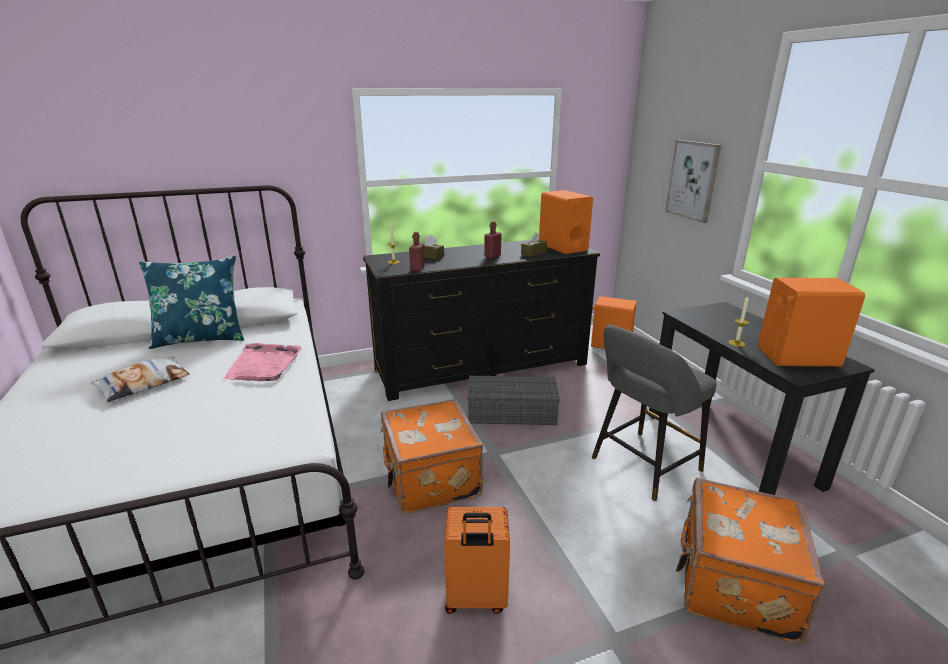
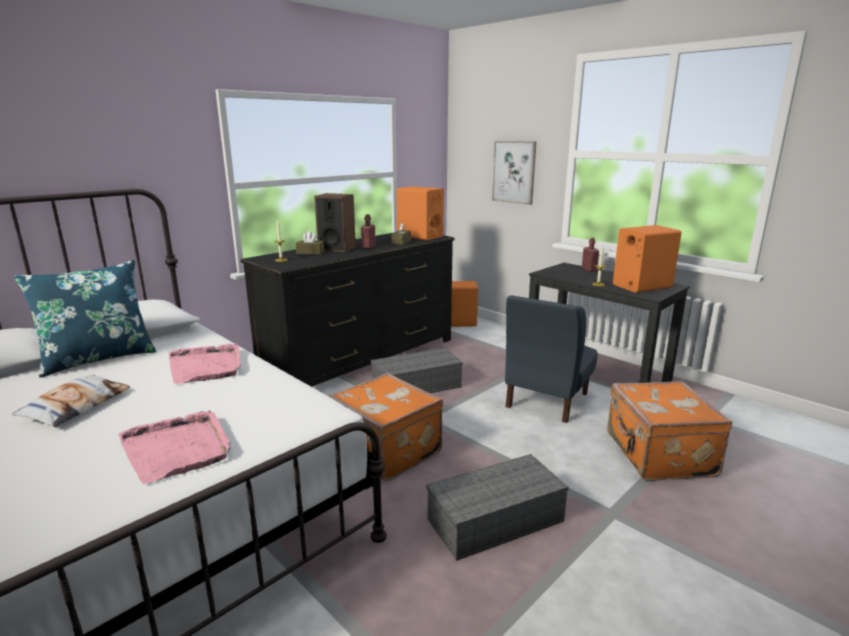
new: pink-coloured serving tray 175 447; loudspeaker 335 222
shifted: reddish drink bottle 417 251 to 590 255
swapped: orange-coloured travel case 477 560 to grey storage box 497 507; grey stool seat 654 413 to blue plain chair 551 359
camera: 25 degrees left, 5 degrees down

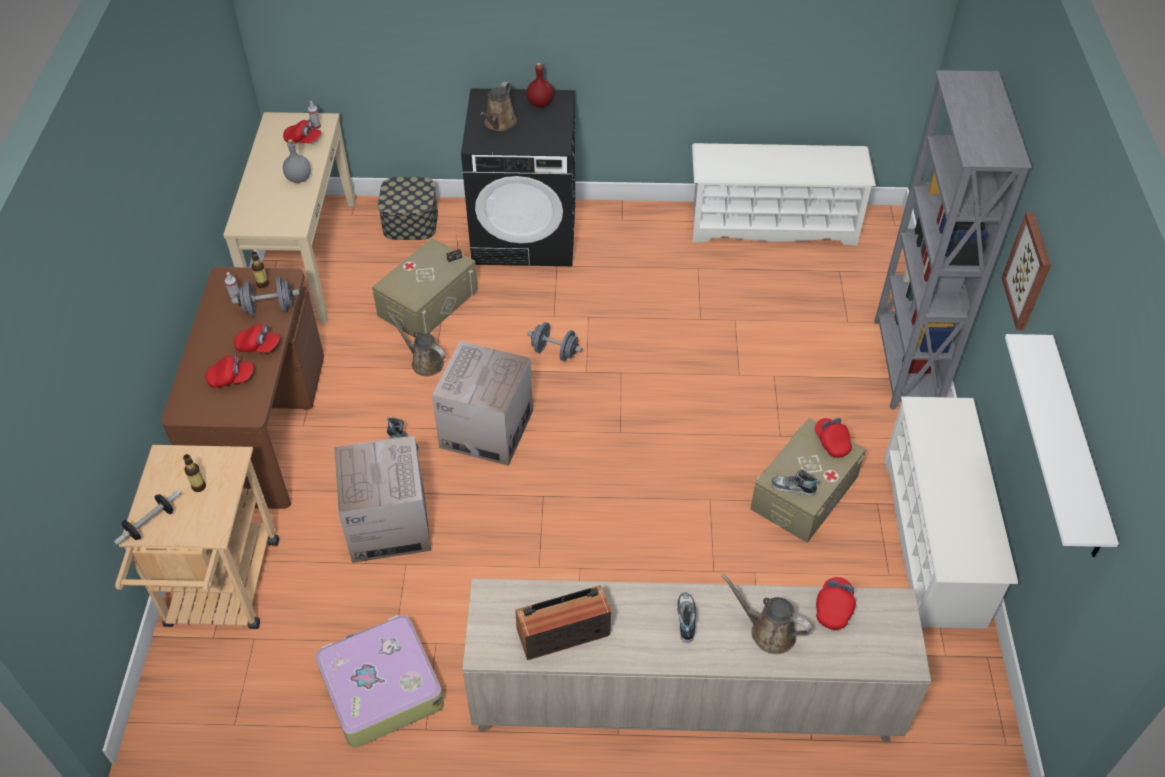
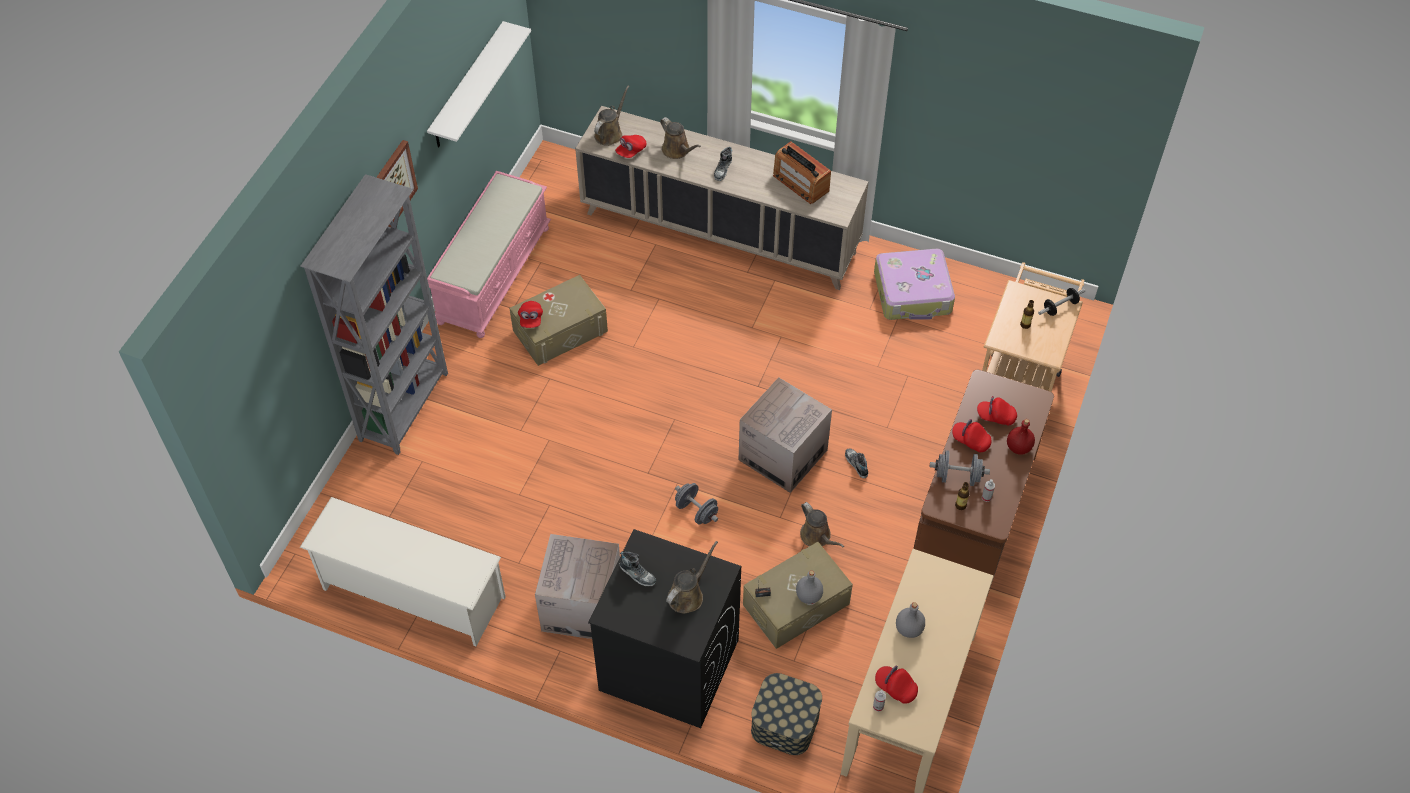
new: brown-coloured watering pot 611 115; grey drink bottle 809 587
shifted: cardboard box 382 499 to 577 586; reddish drink bottle 540 85 to 1021 437; item of footwear 795 483 to 638 569
swapped: white-coloured shoe shelf 951 512 to pink-coloured bench 489 254
rotated: radio 563 622 = 802 173 45 degrees clockwise
camera: 160 degrees left, 5 degrees up

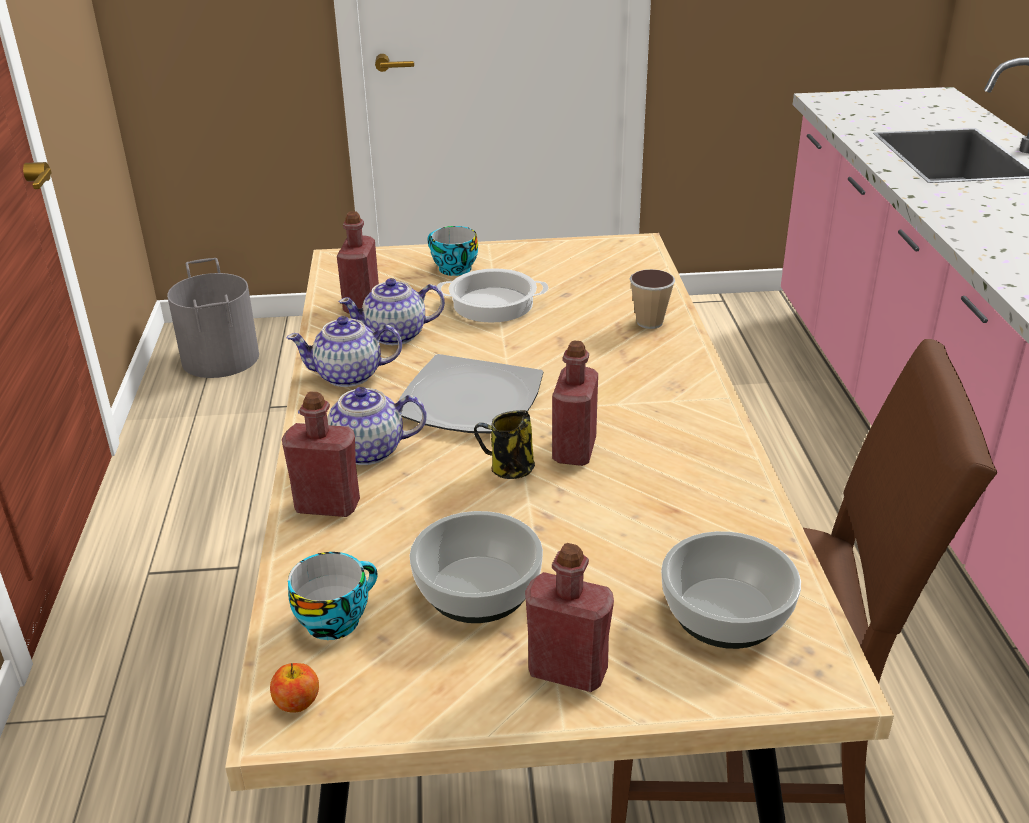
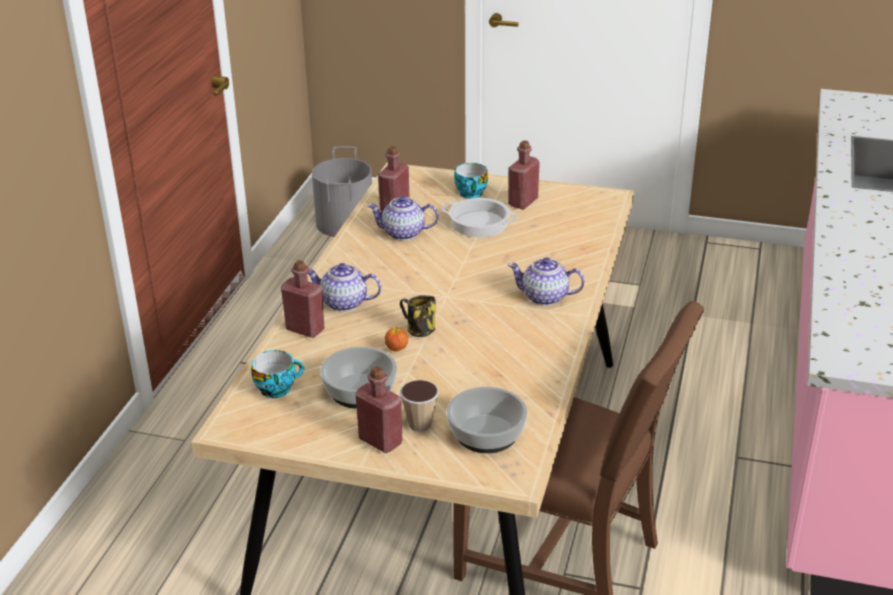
gone: dinner plate 470 393
shifted: apple fruit 294 688 to 396 338; teapot 344 351 to 546 281; reddish drink bottle 575 403 to 524 174; drinking cup 652 299 to 419 406
camera: 20 degrees right, 0 degrees up

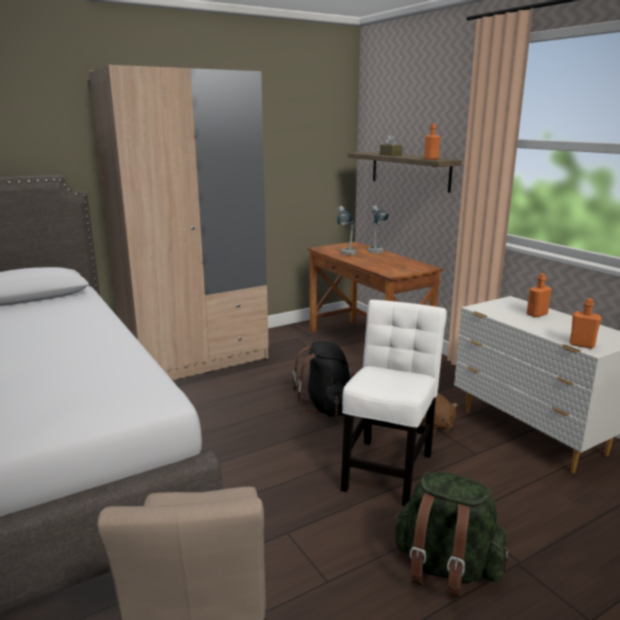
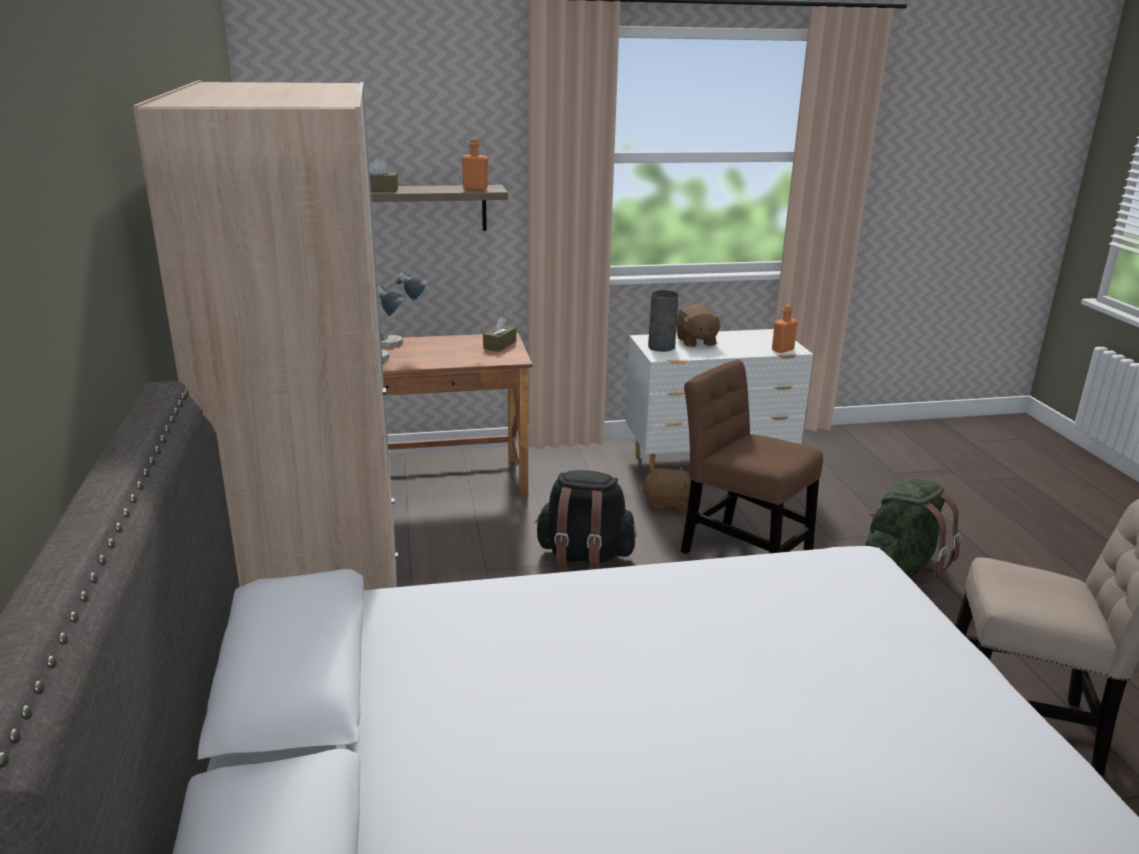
new: brown-coloured tissue box 499 334; grey flower vase 663 321
swapped: orange-coloured drink bottle 539 295 to brown-coloured soft toy 699 325
repainted: white-coloured plain chair 394 403 to brown-coloured plain chair 752 456
camera: 70 degrees left, 5 degrees up

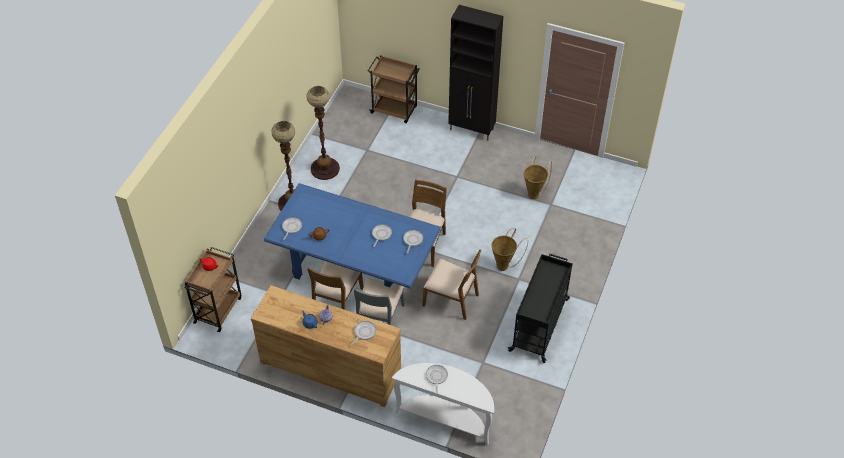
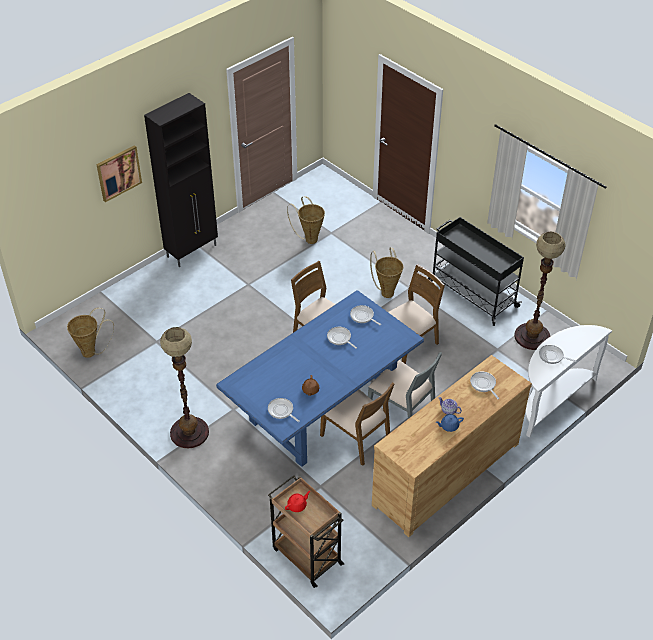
gone: brown-coloured wheeled cart 394 89
new: storage basket 90 333; wall picture 119 173
shifted: standard lamp 323 133 to 540 291
camera: 65 degrees left, 5 degrees down

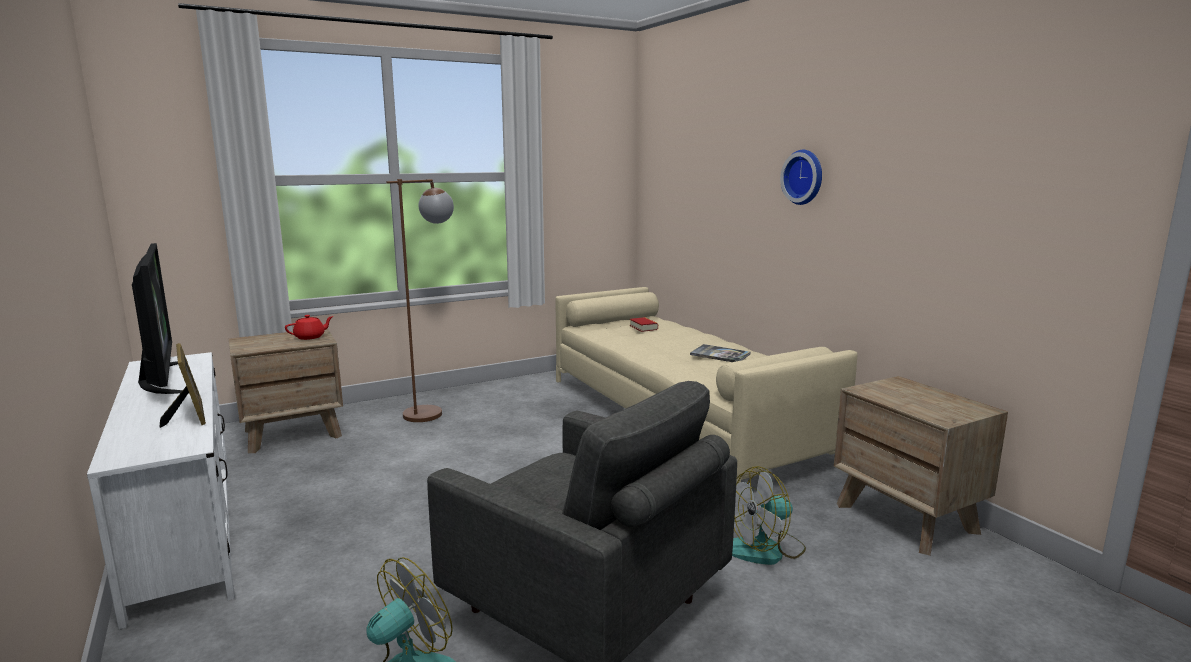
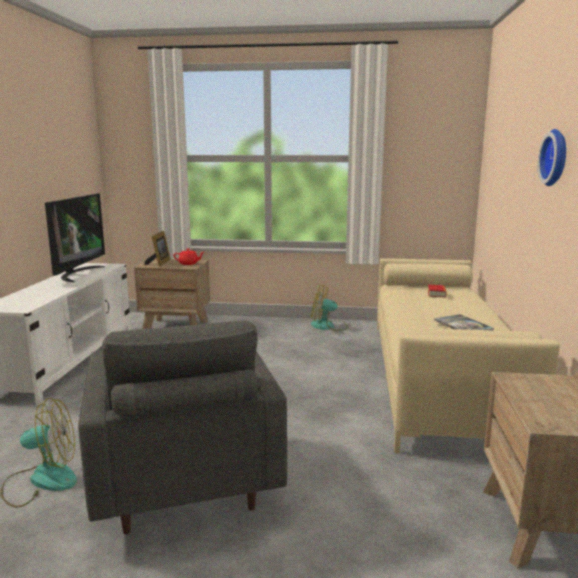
gone: brown-coloured standard lamp 420 300
shifted: standing frame 182 385 to 157 249; cooling fan 769 515 to 329 308
camera: 35 degrees right, 0 degrees up

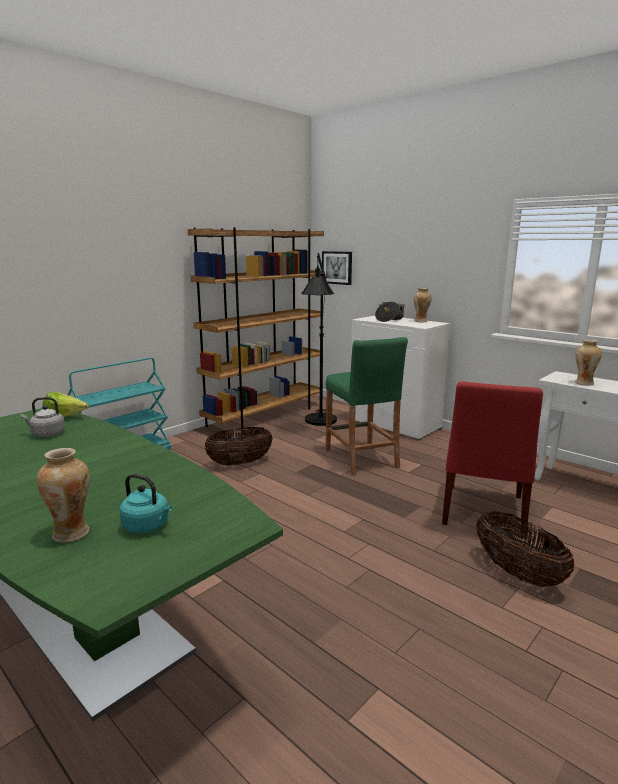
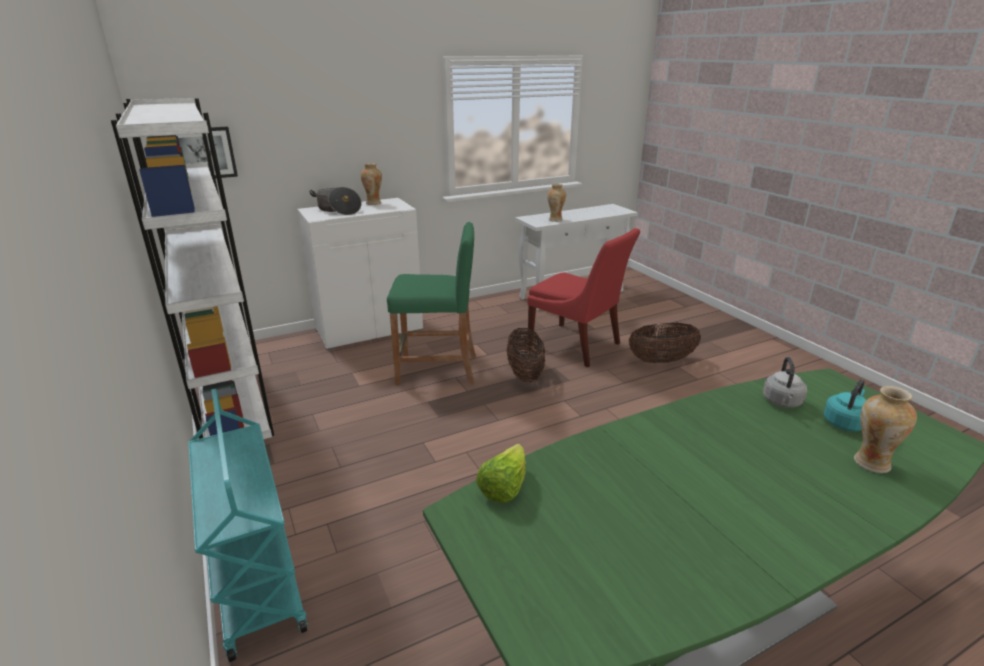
gone: blackish standard lamp 319 339
shifted: grey water kettle 43 417 to 785 382; storage basket 238 446 to 526 355
repainted: brown-coloured bookcase 256 330 to white-coloured bookcase 192 268
camera: 70 degrees left, 10 degrees up

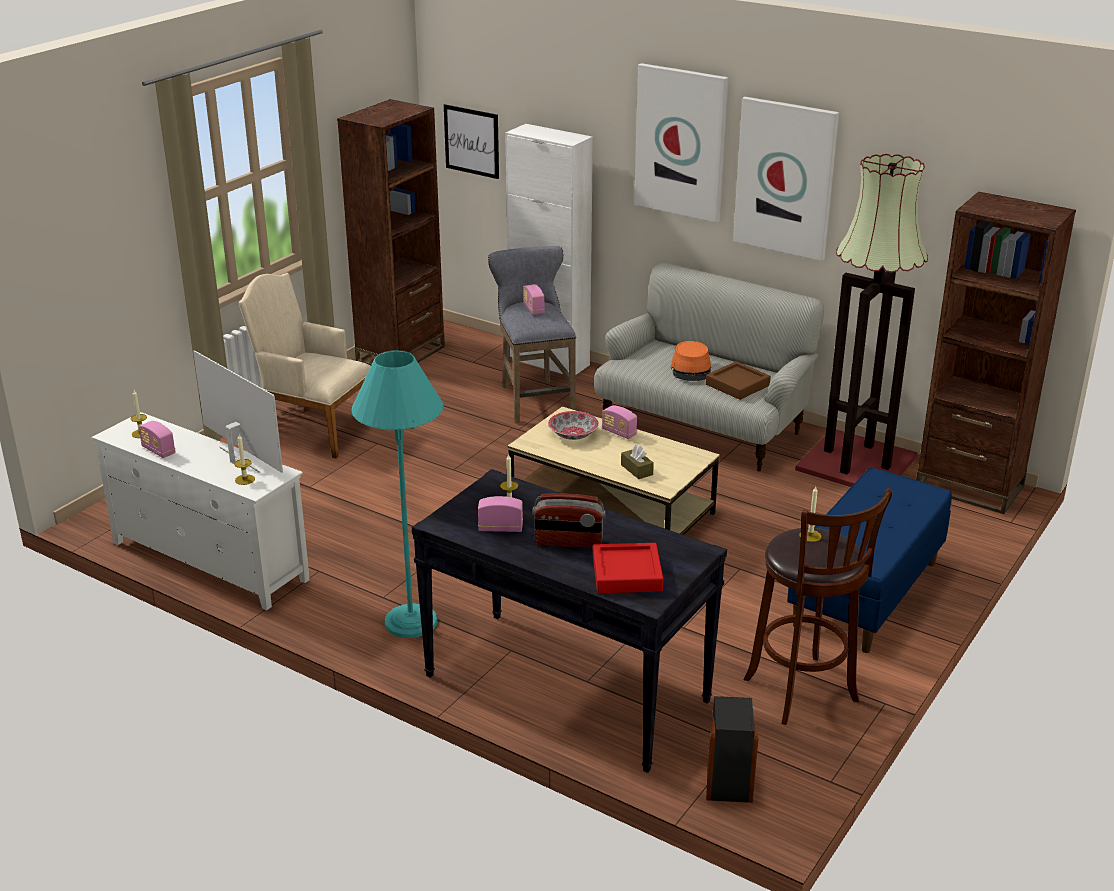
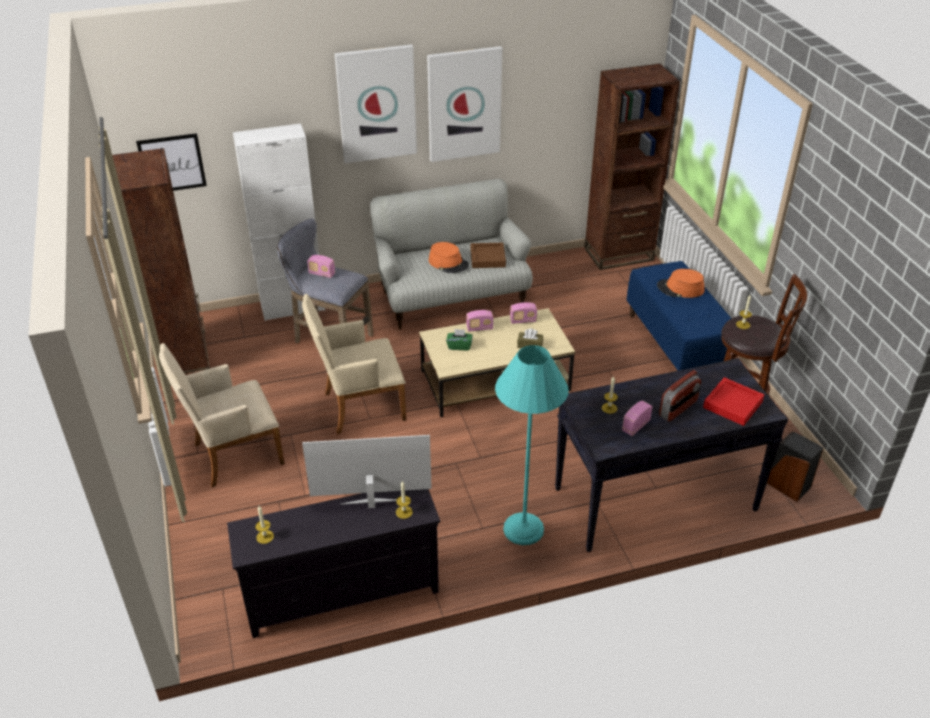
gone: standard lamp 861 320
new: beige easy chair 354 364; orange-coloured clothing hat 680 283
shifted: radio 157 439 to 523 313
swapped: bowl 573 425 to green tissue box 459 340
repainted: white-coloured tv unit 200 511 to blackish tv unit 333 563
camera: 50 degrees left, 10 degrees up

